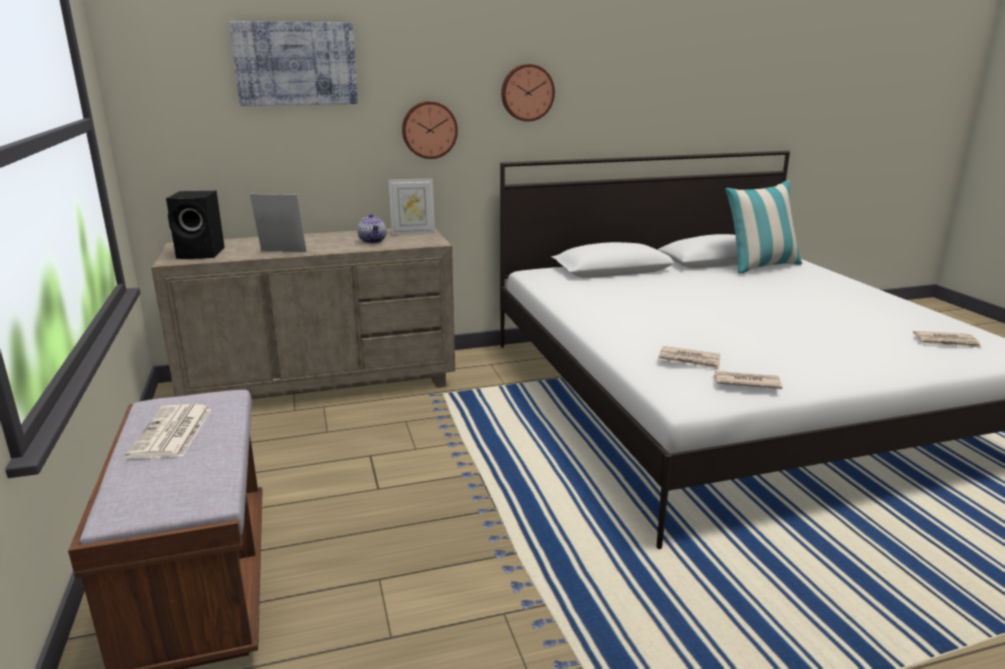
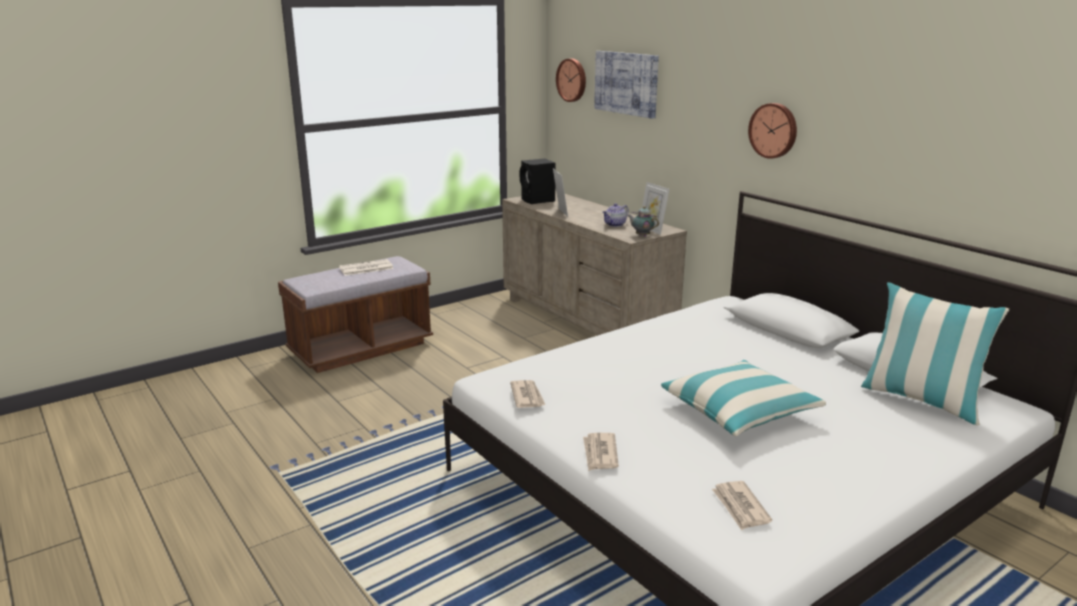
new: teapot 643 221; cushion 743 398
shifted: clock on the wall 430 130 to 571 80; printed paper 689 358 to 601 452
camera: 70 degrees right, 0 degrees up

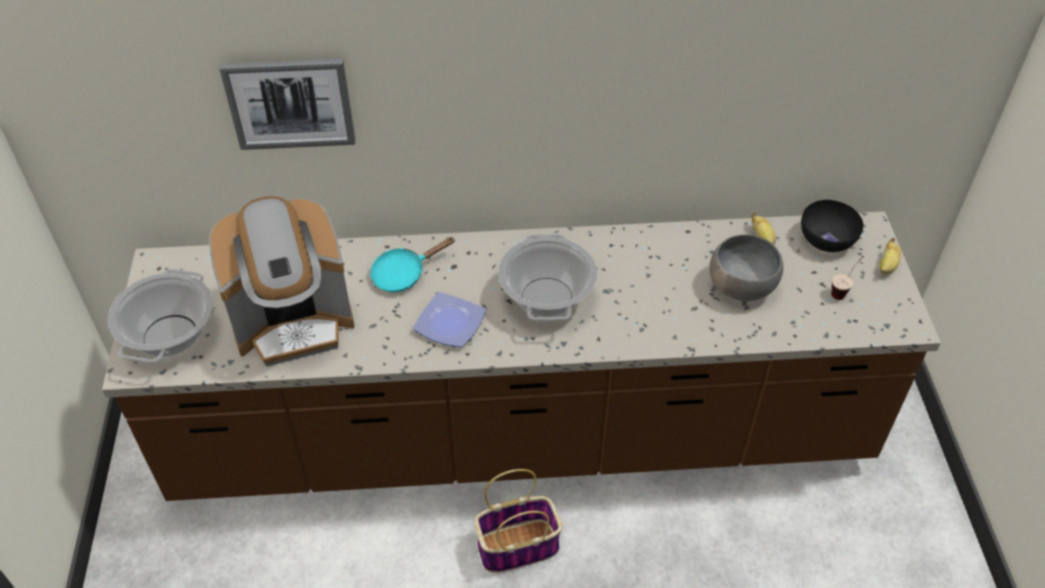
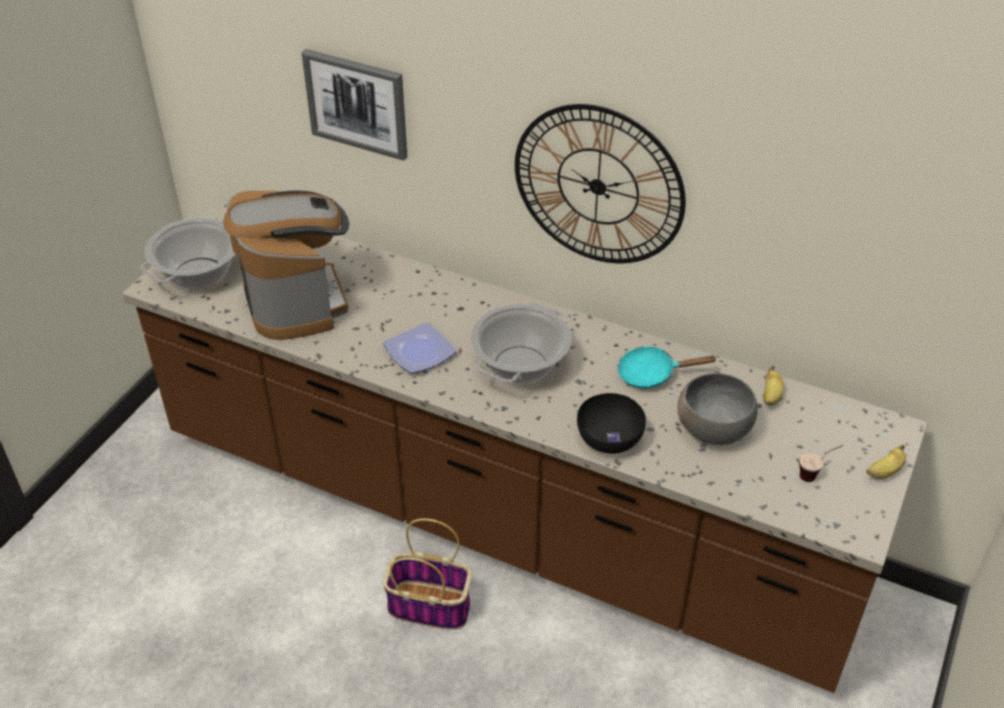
new: clock on the wall 600 183
shifted: turquoise skillet 412 264 to 667 367; blackish bowl 832 226 to 611 423
rotated: coffee machine 281 281 = 287 265 120 degrees counterclockwise
camera: 30 degrees right, 5 degrees down

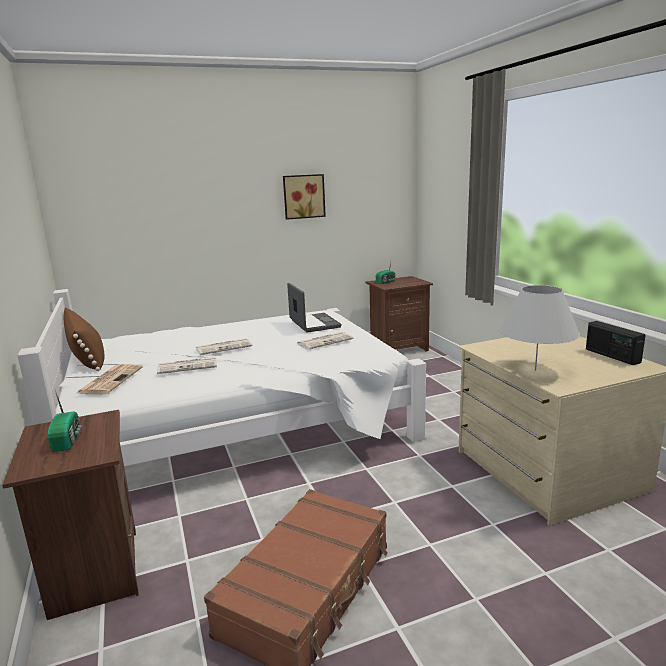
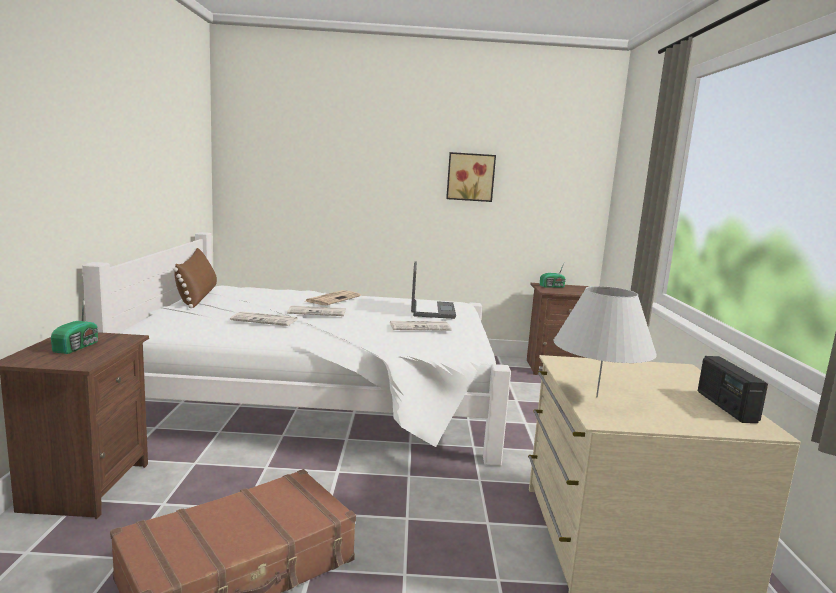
shifted: printed paper 109 379 to 333 297
camera: 20 degrees right, 5 degrees down

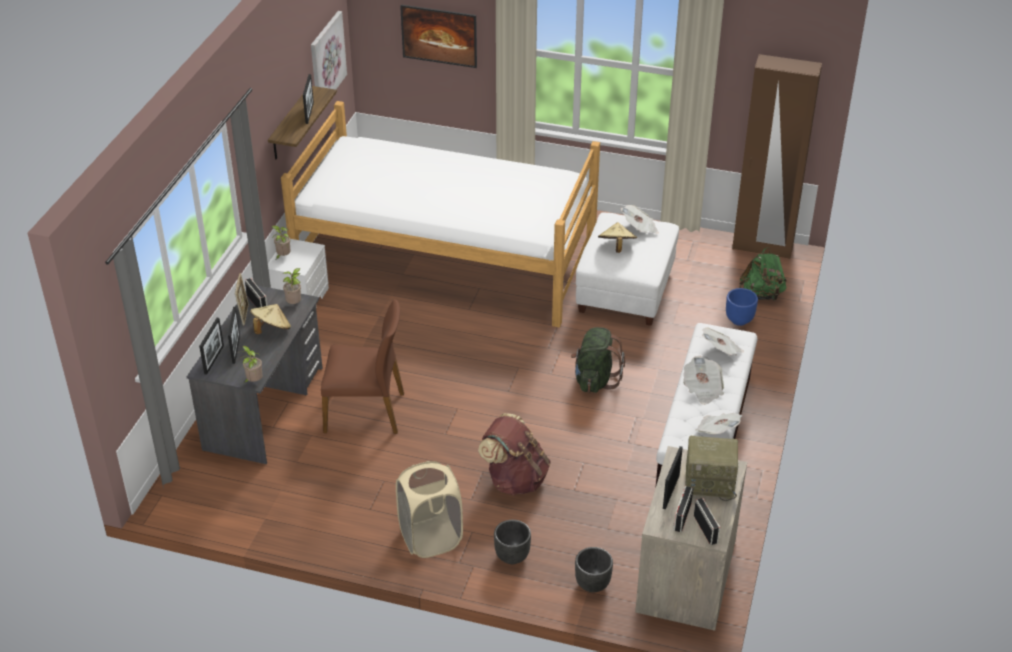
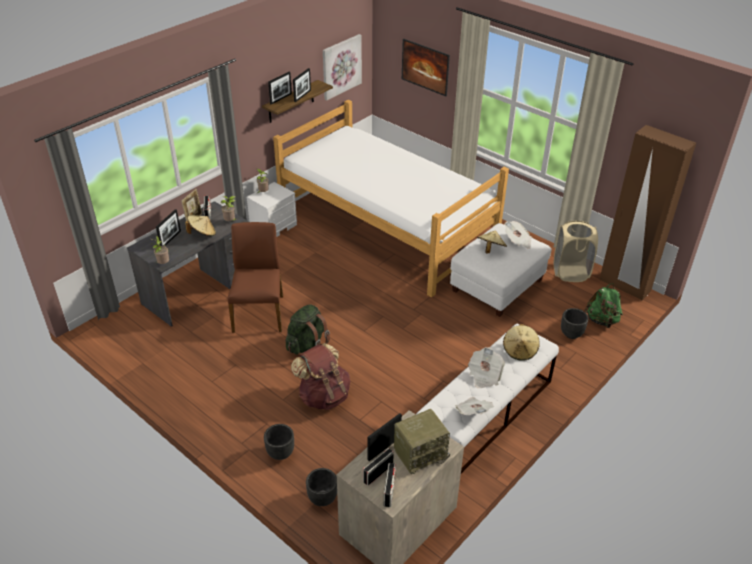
shifted: standing frame 211 346 to 280 88; beige washing basket 429 509 to 576 251; green knapsack 598 360 to 308 329
swapped: printed paper 723 341 to beige clothing hat 521 342
repainted: blue flower pot 742 307 to blackish flower pot 574 323
rotated: brown-coloured plain chair 362 366 = 255 277 120 degrees counterclockwise; radio 712 468 = 422 441 60 degrees counterclockwise
camera: 25 degrees right, 0 degrees up

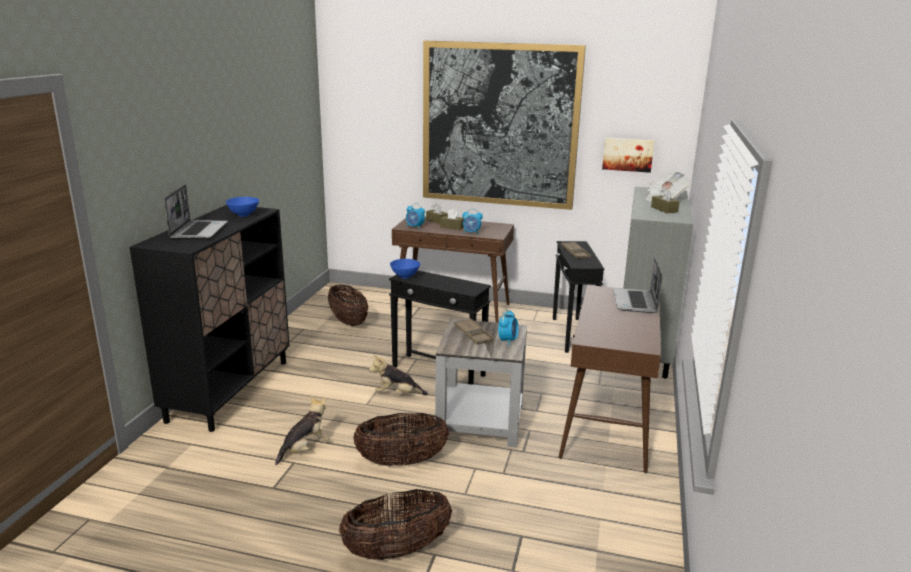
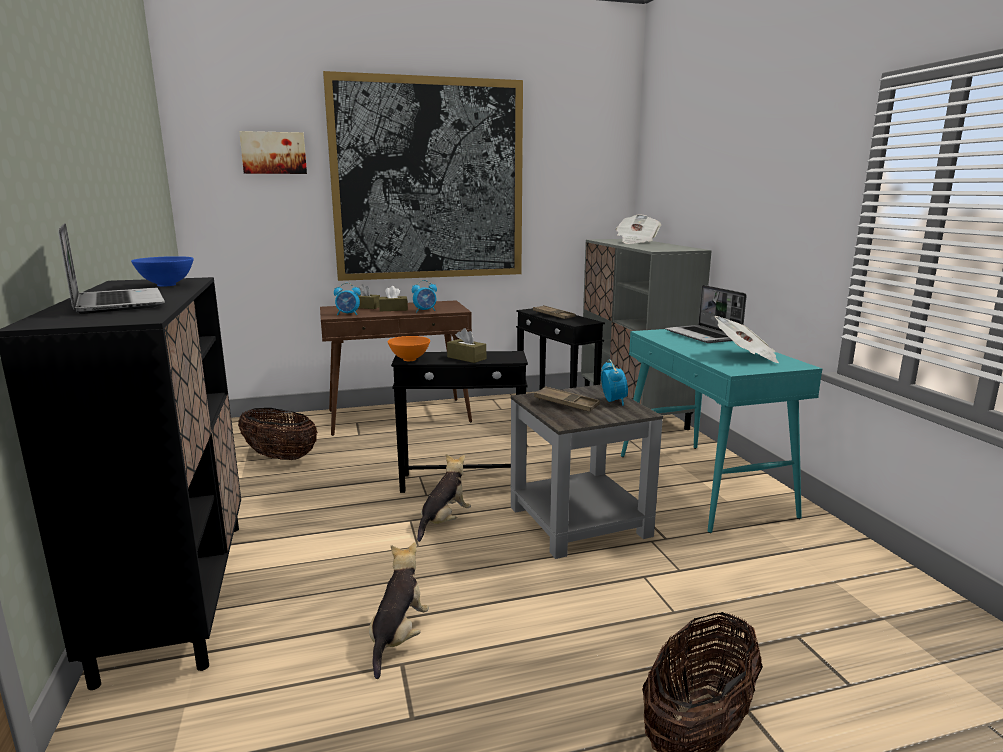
gone: storage basket 401 439
new: printed paper 746 339
shifted: wall picture 628 155 to 273 152; brown-coloured tissue box 665 200 to 466 345
repainted: blue bowl 405 269 to orange-coloured bowl 409 348; brown-coloured narrow table 610 379 to turquoise narrow table 721 431
rotated: soft toy 398 375 = 444 498 150 degrees clockwise
camera: 30 degrees left, 5 degrees down

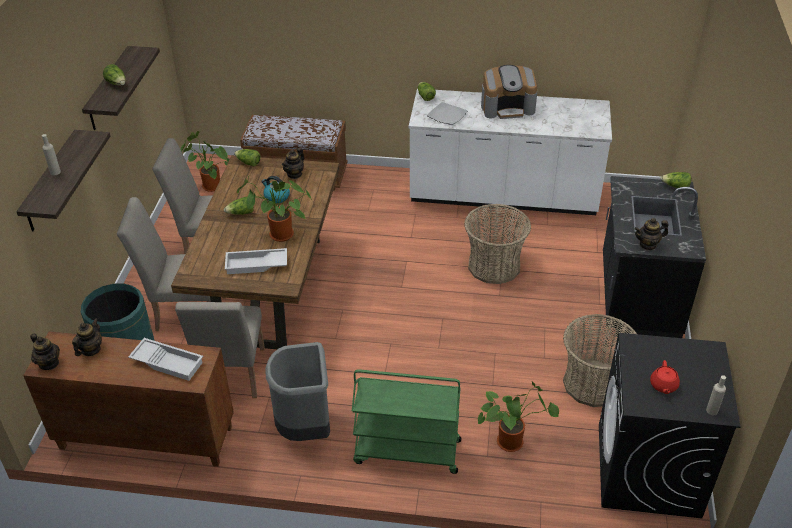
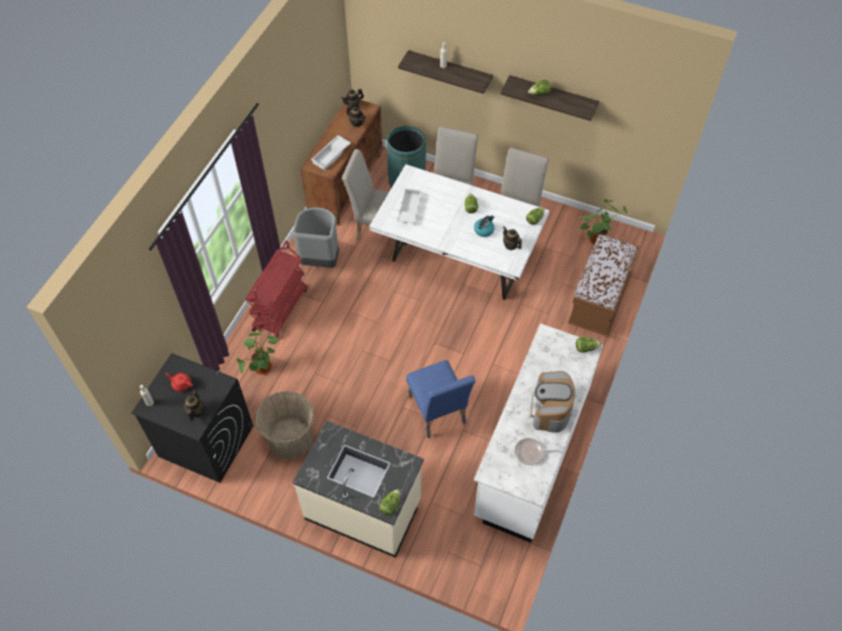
gone: houseplant 274 209; dinner plate 447 113
new: skillet 537 451
shifted: teapot 651 234 to 194 405
swapped: storage basket 497 244 to blue plain chair 440 399
repainted: brown-coloured dining table 255 252 to white-coloured dining table 459 232; green wheeled cart 406 421 to reddish wheeled cart 276 289; blackish kitchen base unit 654 257 to beige kitchen base unit 358 489
camera: 105 degrees right, 15 degrees up

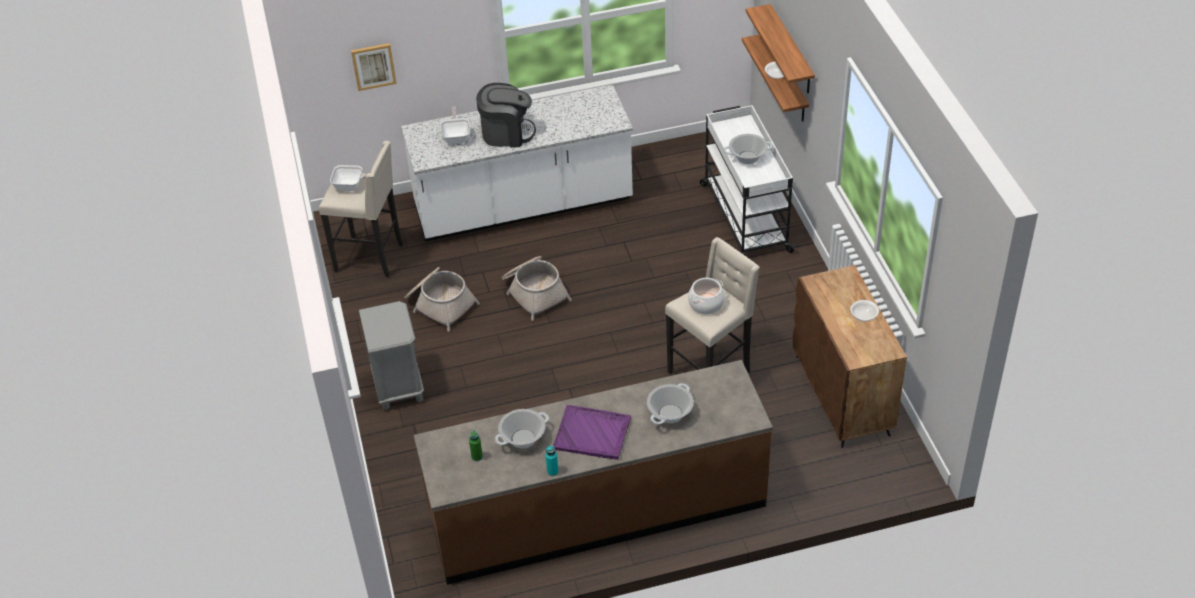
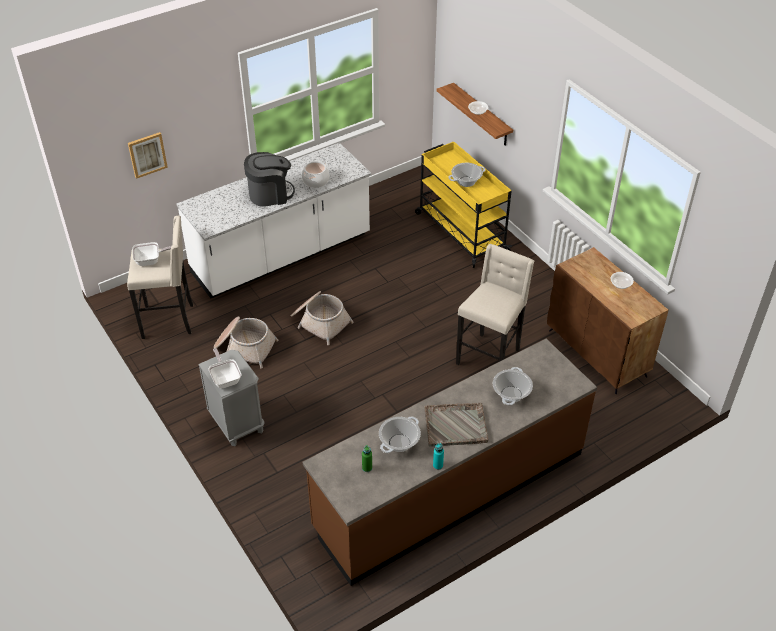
gone: wall shelf 780 48
shifted: skillet 455 125 to 225 368; stockpot 706 296 to 315 174
repainted: purplish serving tray 592 432 to grey serving tray 456 425; white-coloured wheeled cart 748 180 to yellow wheeled cart 463 205
camera: 20 degrees left, 0 degrees up

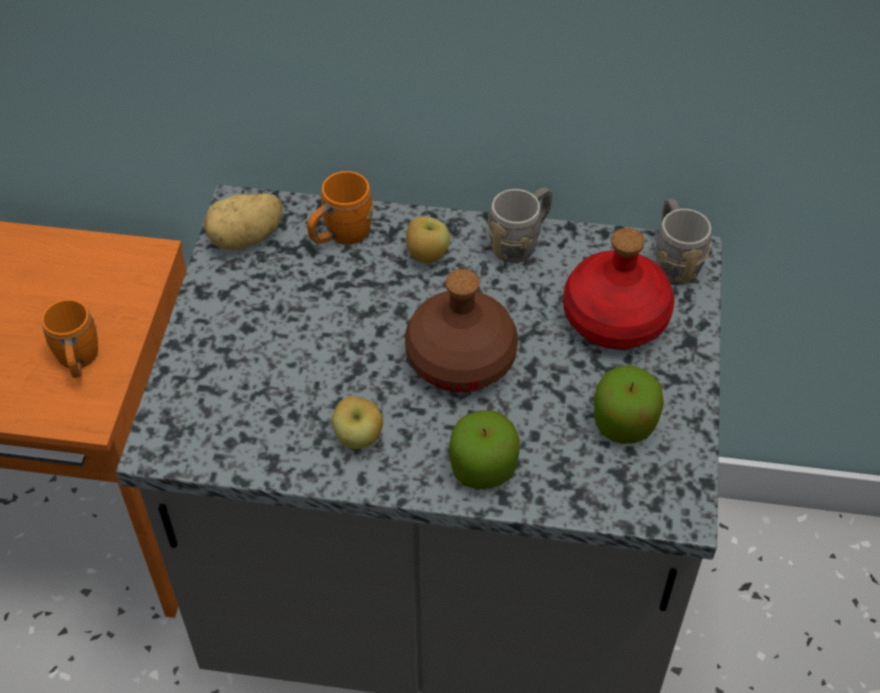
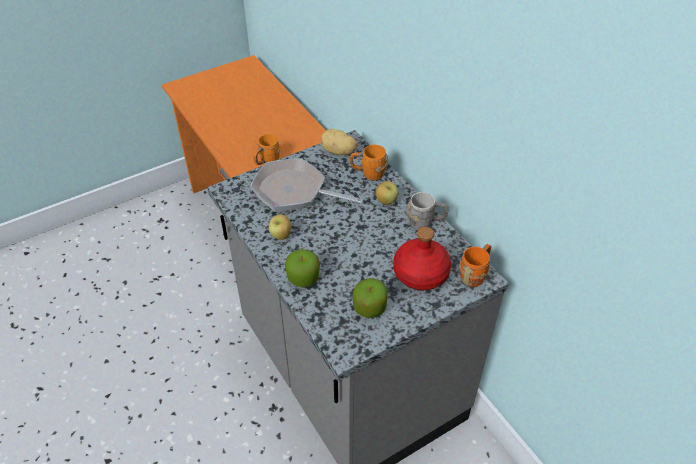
gone: brown-coloured drink bottle 461 330
new: skillet 307 185
repainted: grey mug 684 241 to orange-coloured mug 475 265
camera: 50 degrees right, 5 degrees down

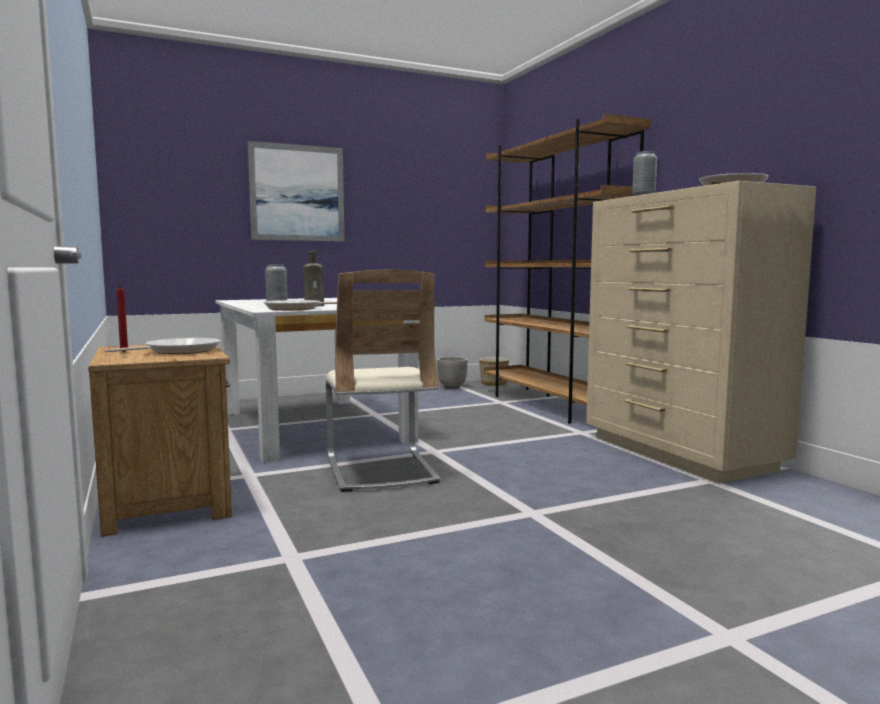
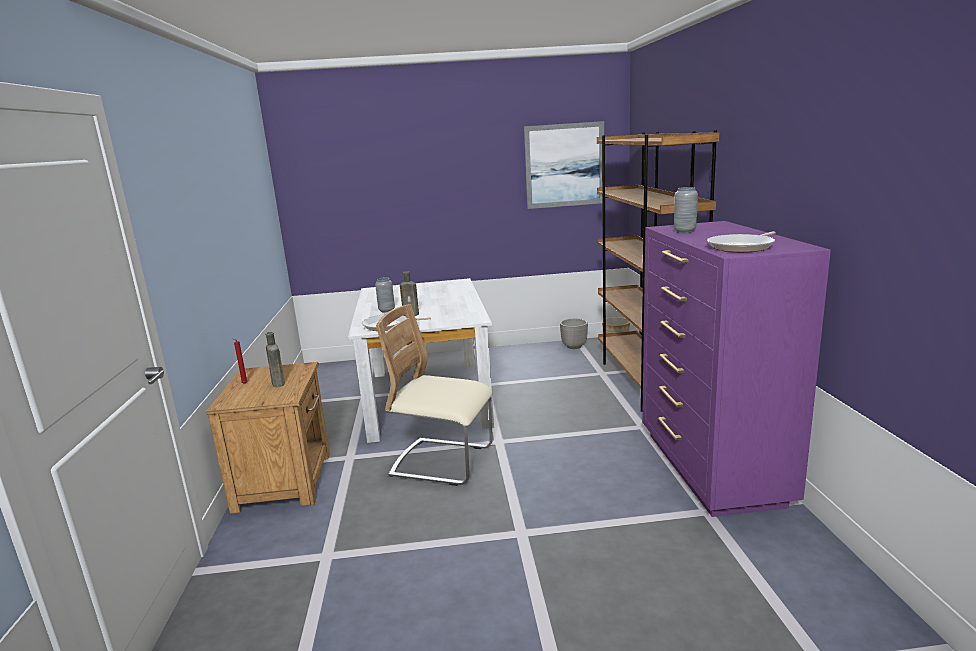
shifted: wall picture 296 191 to 564 165
swapped: skillet 162 345 to brown-coloured drink bottle 275 359
repainted: beige dresser 701 332 to purplish dresser 736 369
rotated: beige plain chair 383 381 = 434 395 105 degrees clockwise
camera: 20 degrees right, 10 degrees up

